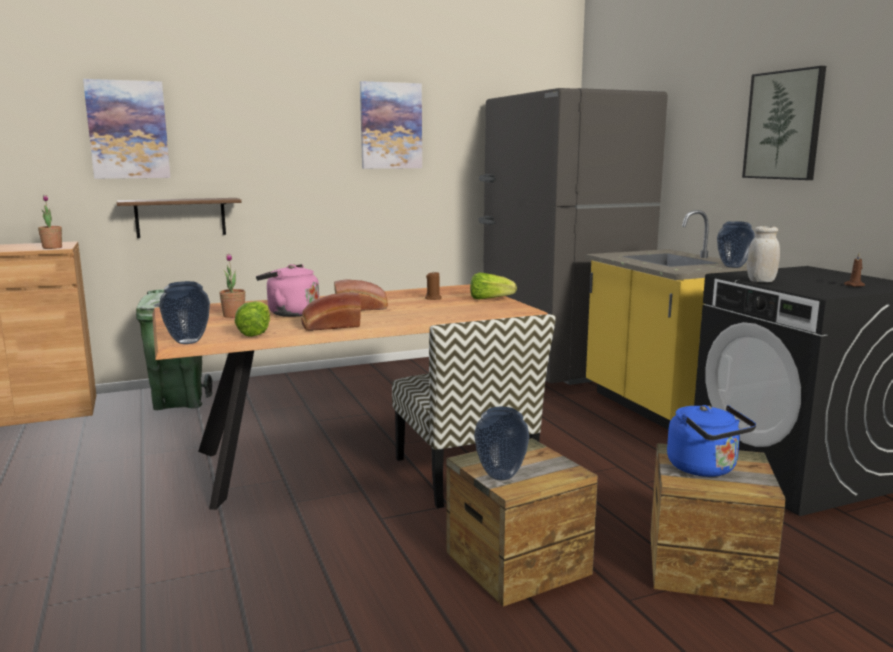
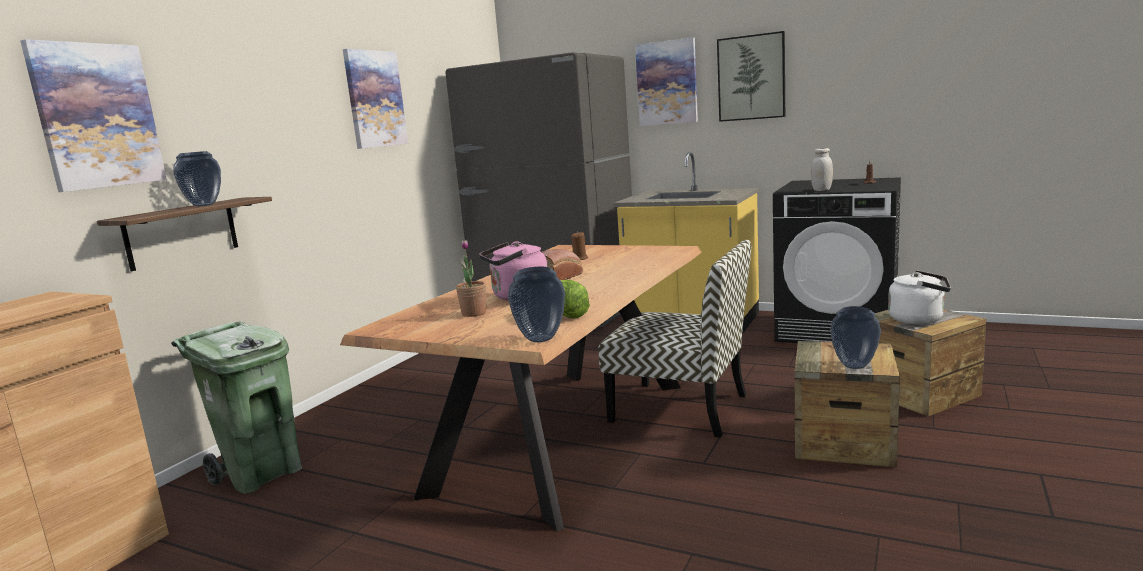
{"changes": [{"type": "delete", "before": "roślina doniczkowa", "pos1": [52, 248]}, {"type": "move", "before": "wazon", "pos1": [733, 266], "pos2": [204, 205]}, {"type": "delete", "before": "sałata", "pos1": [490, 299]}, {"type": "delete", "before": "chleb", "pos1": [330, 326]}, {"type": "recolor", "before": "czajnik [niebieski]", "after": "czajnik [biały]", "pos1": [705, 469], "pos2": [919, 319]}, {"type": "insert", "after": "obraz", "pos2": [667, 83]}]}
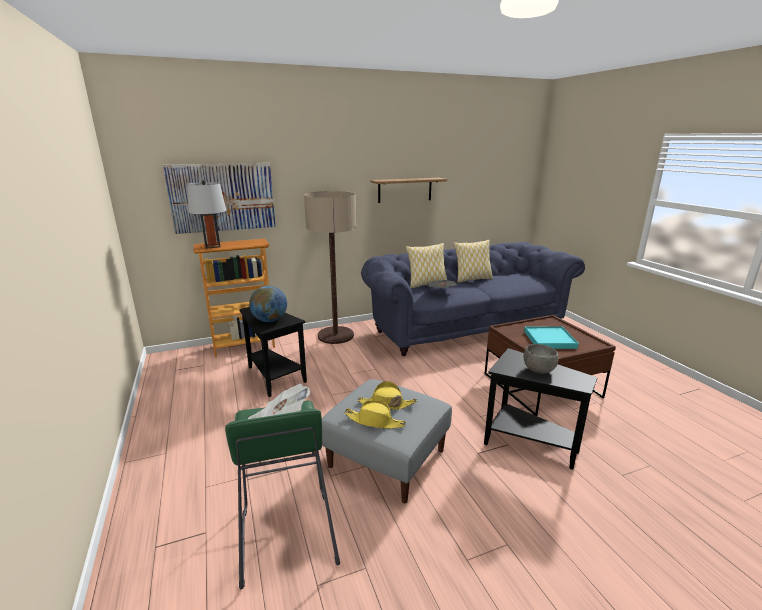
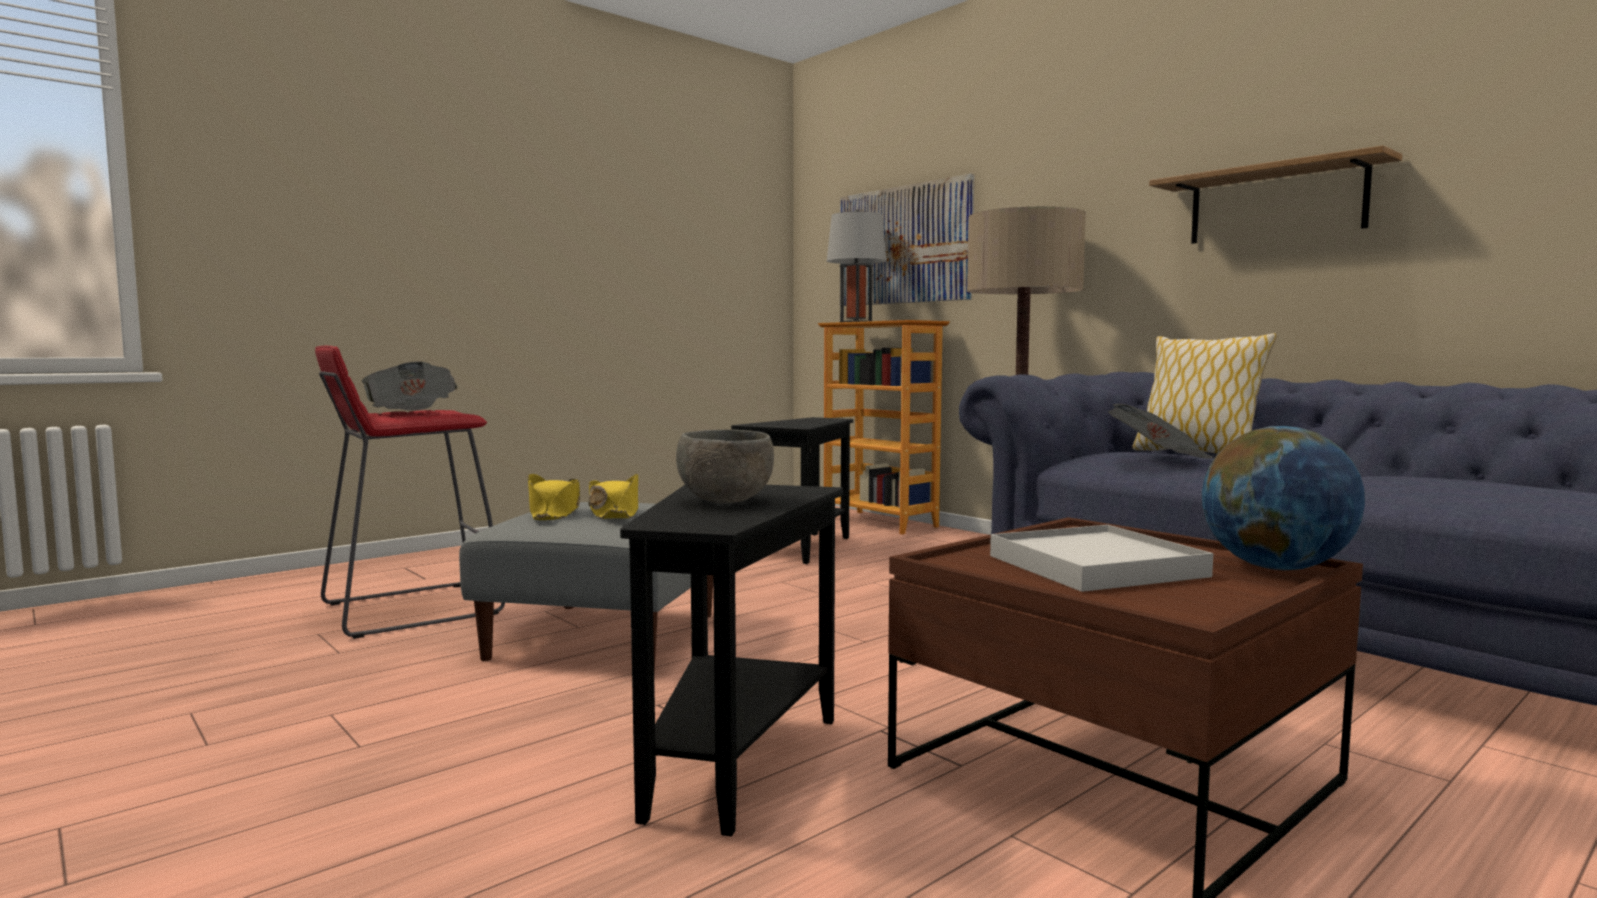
{"changes": [{"type": "delete", "before": "poduszka", "pos1": [472, 279]}, {"type": "move", "before": "globus", "pos1": [270, 320], "pos2": [1276, 568]}, {"type": "recolor", "before": "taca [turkusowy]", "after": "taca [biały]", "pos1": [549, 340], "pos2": [1095, 566]}, {"type": "recolor", "before": "stołek [zielony]", "after": "stołek [czerwony]", "pos1": [287, 537], "pos2": [410, 609]}]}
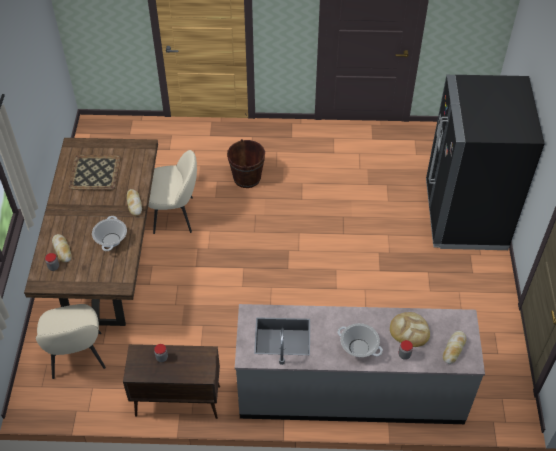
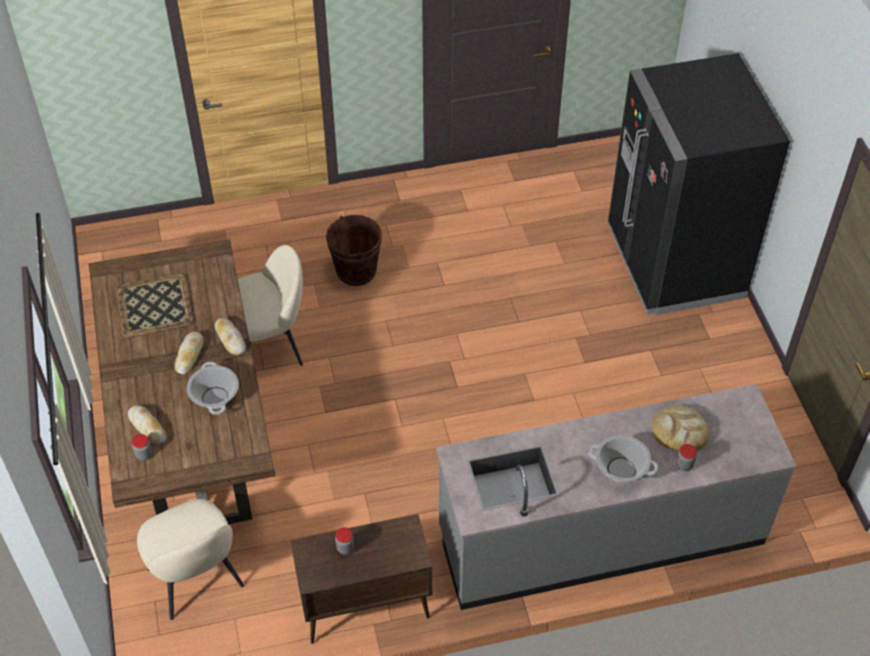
{"changes": [{"type": "move", "before": "chleb", "pos1": [453, 349], "pos2": [189, 355]}]}
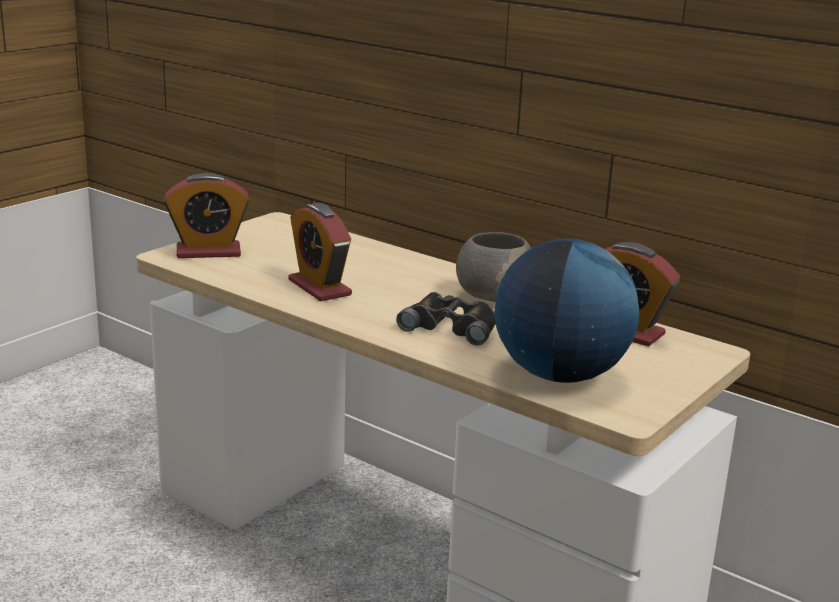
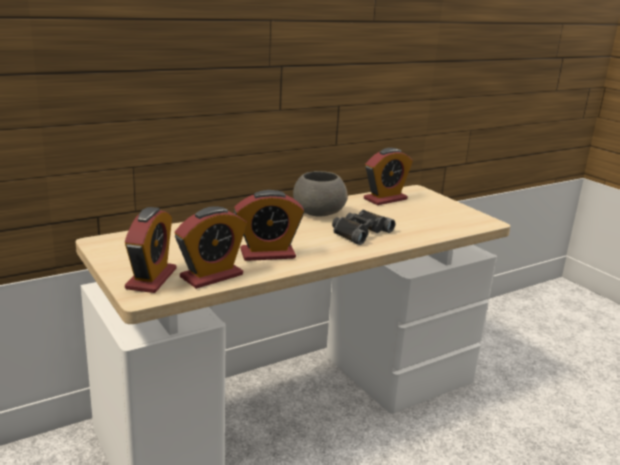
{"changes": [{"type": "delete", "before": "globus", "pos1": [560, 375]}, {"type": "insert", "after": "budzik", "pos2": [211, 276]}]}
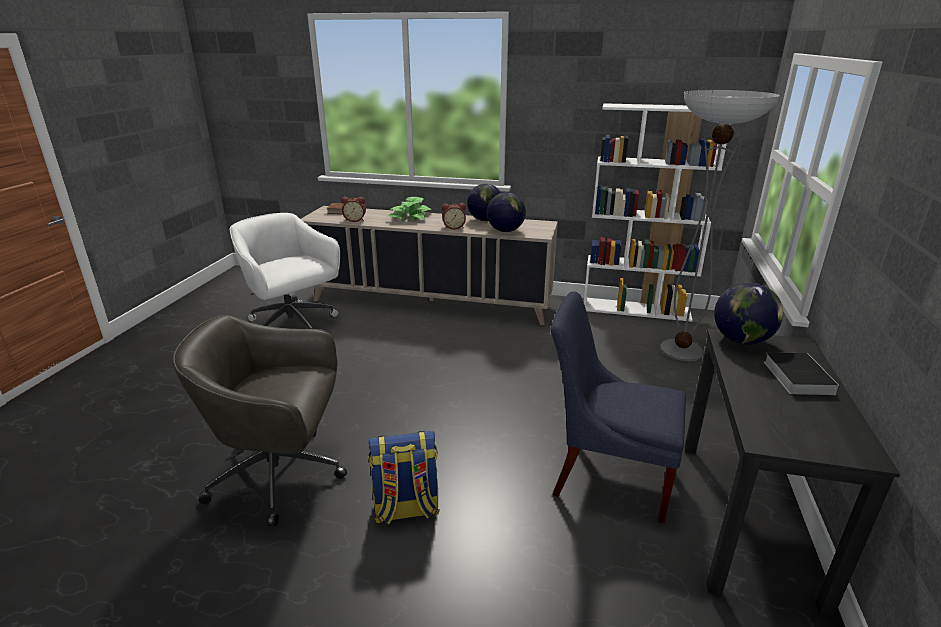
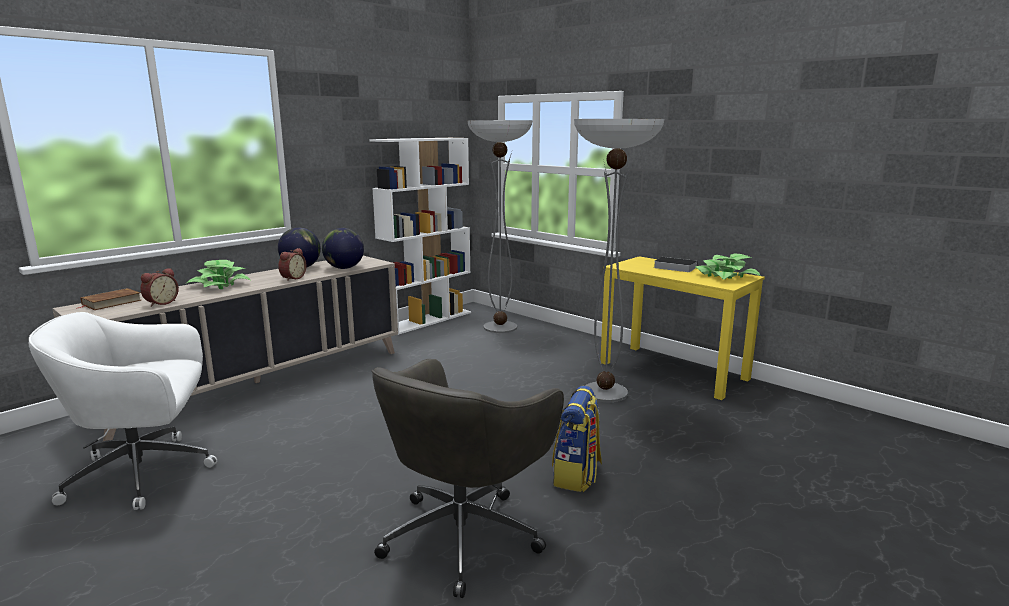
{"changes": [{"type": "delete", "before": "globus", "pos1": [741, 340]}, {"type": "replace", "before": "krzesło [niebieski]", "after": "lampa stojąca", "pos1": [606, 474], "pos2": [604, 392]}, {"type": "recolor", "before": "biurko [czarny]", "after": "biurko [żółty]", "pos1": [746, 518], "pos2": [673, 371]}, {"type": "insert", "after": "roślina doniczkowa", "pos2": [725, 276]}]}
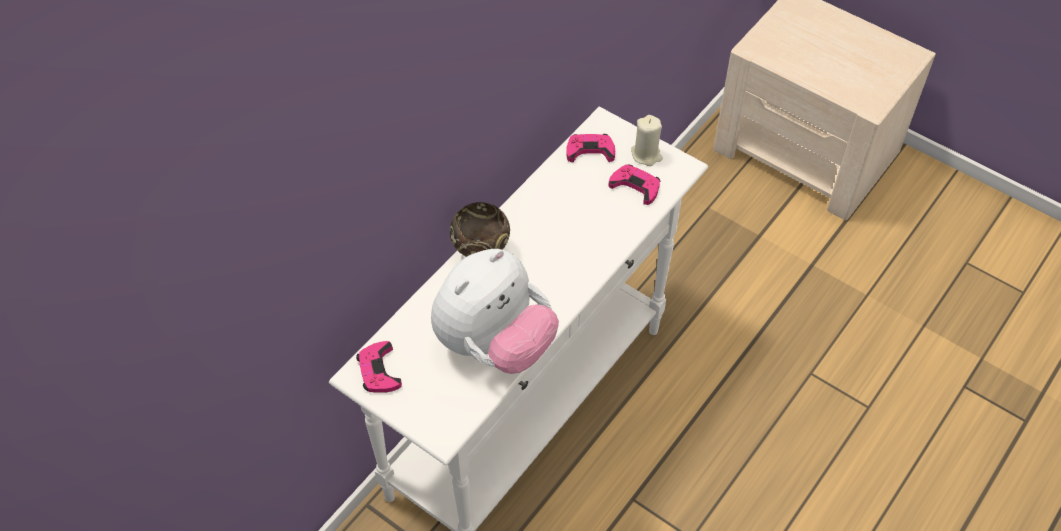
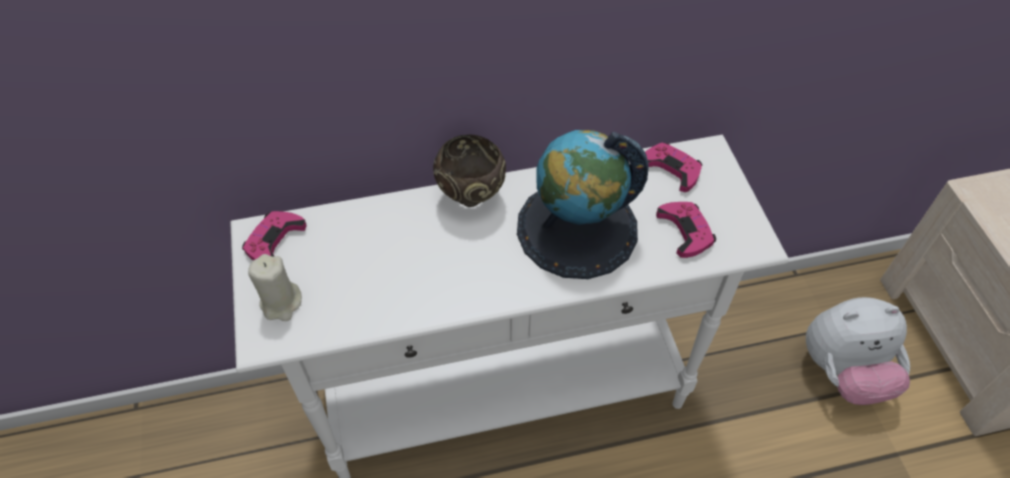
{"changes": [{"type": "move", "before": "świeca [beżowy]", "pos1": [646, 154], "pos2": [281, 303]}, {"type": "move", "before": "pluszak", "pos1": [494, 344], "pos2": [843, 371]}, {"type": "insert", "after": "globus", "pos2": [577, 229]}]}
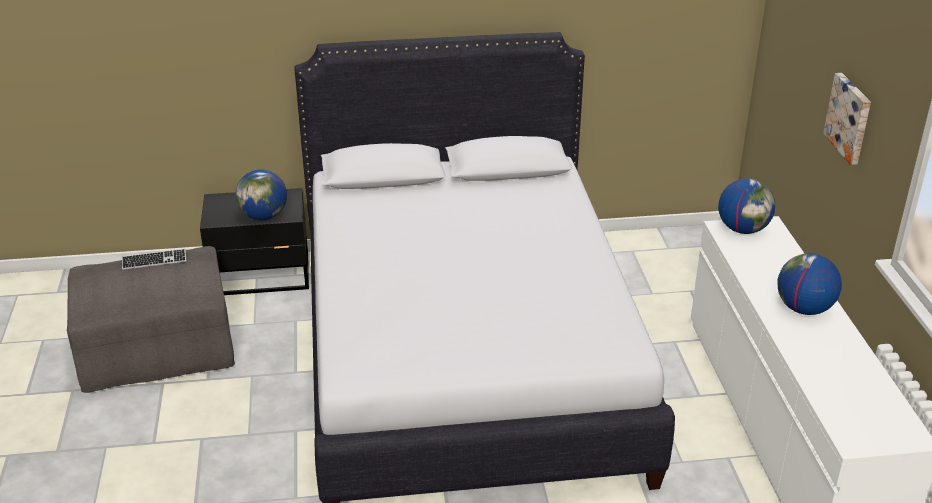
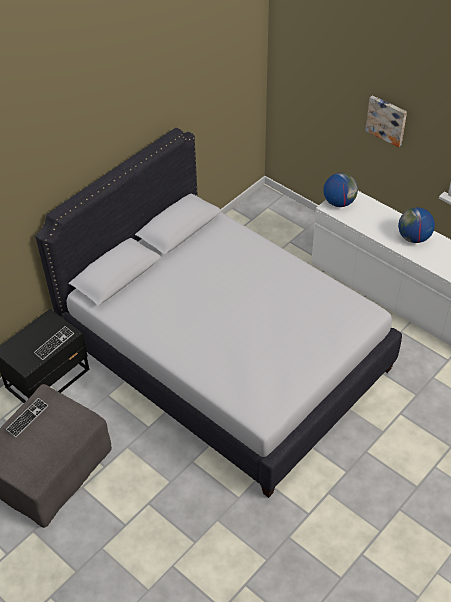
{"changes": [{"type": "replace", "before": "globus", "after": "klawiatura", "pos1": [264, 216], "pos2": [54, 344]}]}
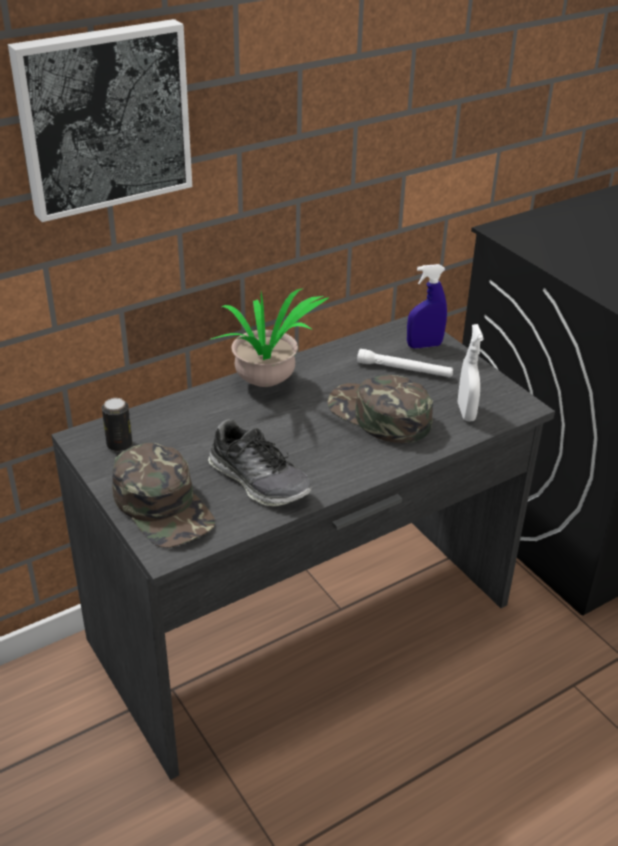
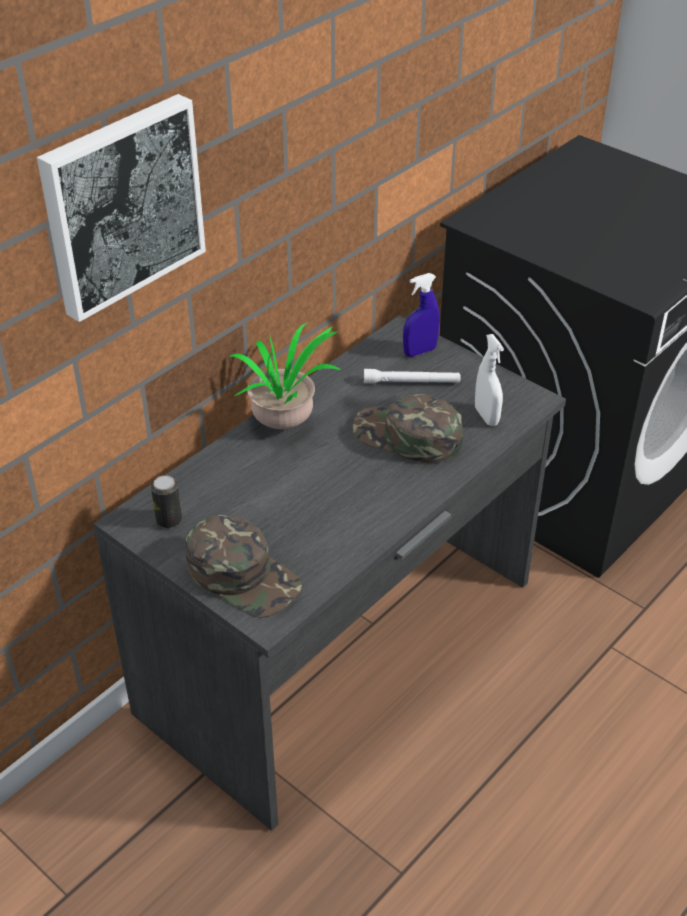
{"changes": [{"type": "delete", "before": "but", "pos1": [259, 480]}]}
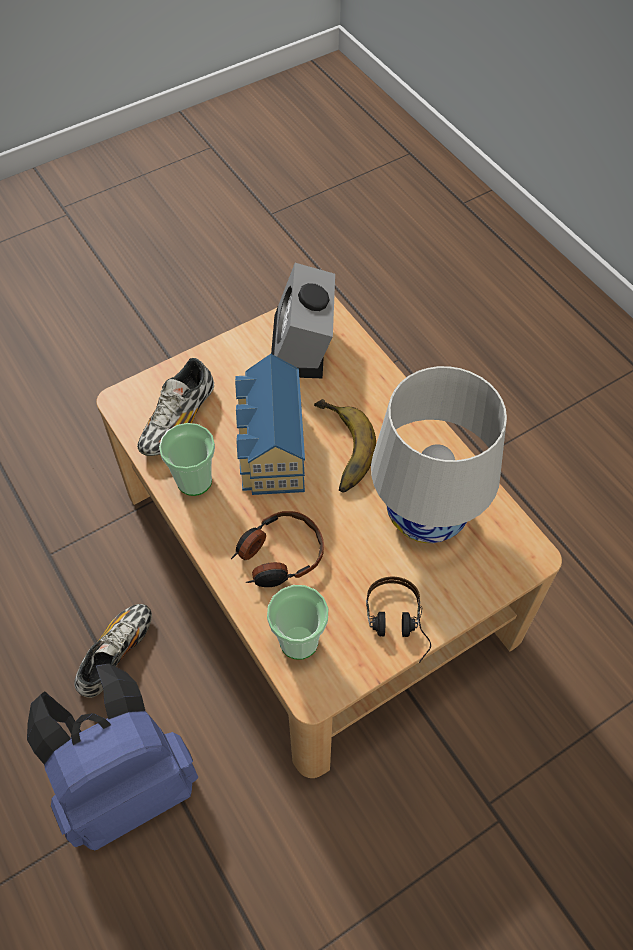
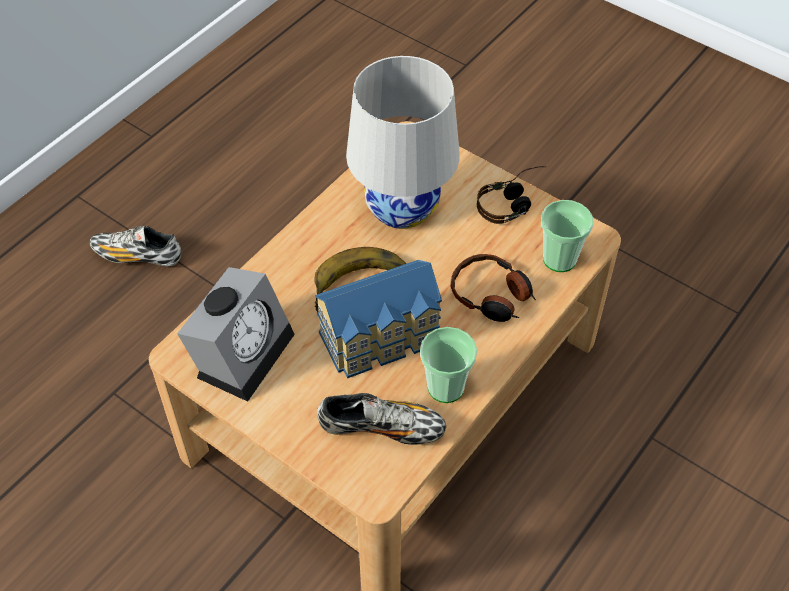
{"changes": [{"type": "rotate", "before": "budzik", "pos1": [302, 348], "pos2": [243, 351], "turn": -45}, {"type": "move", "before": "but", "pos1": [116, 654], "pos2": [137, 256]}, {"type": "delete", "before": "plecak [niebieski]", "pos1": [127, 782]}]}
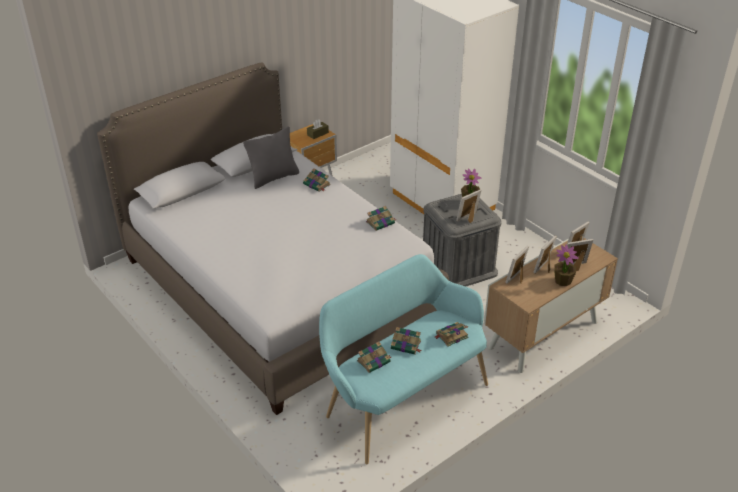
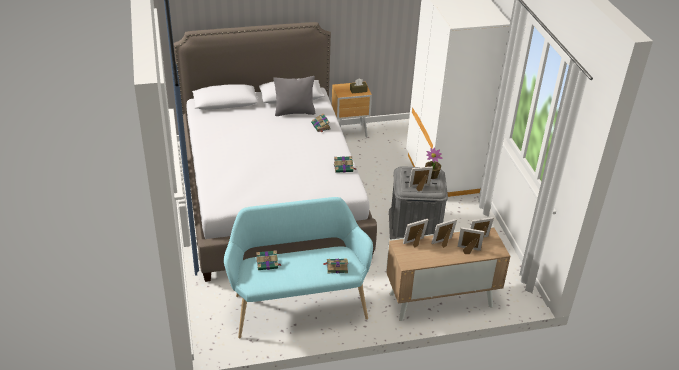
{"changes": [{"type": "delete", "before": "roślina doniczkowa", "pos1": [563, 281]}, {"type": "delete", "before": "książka", "pos1": [406, 345]}]}
